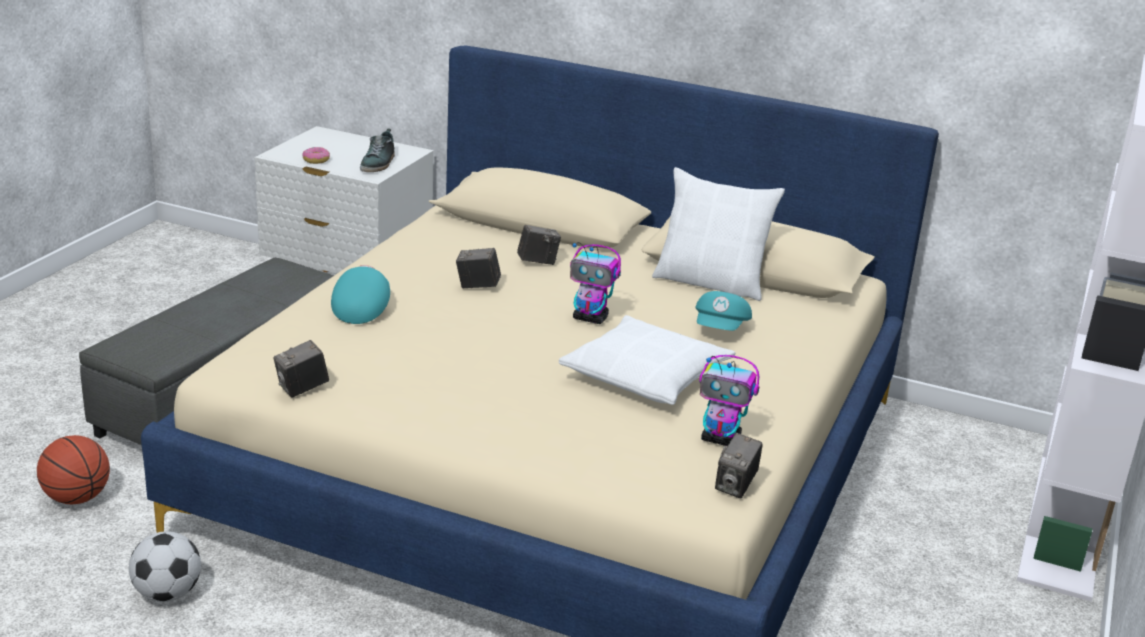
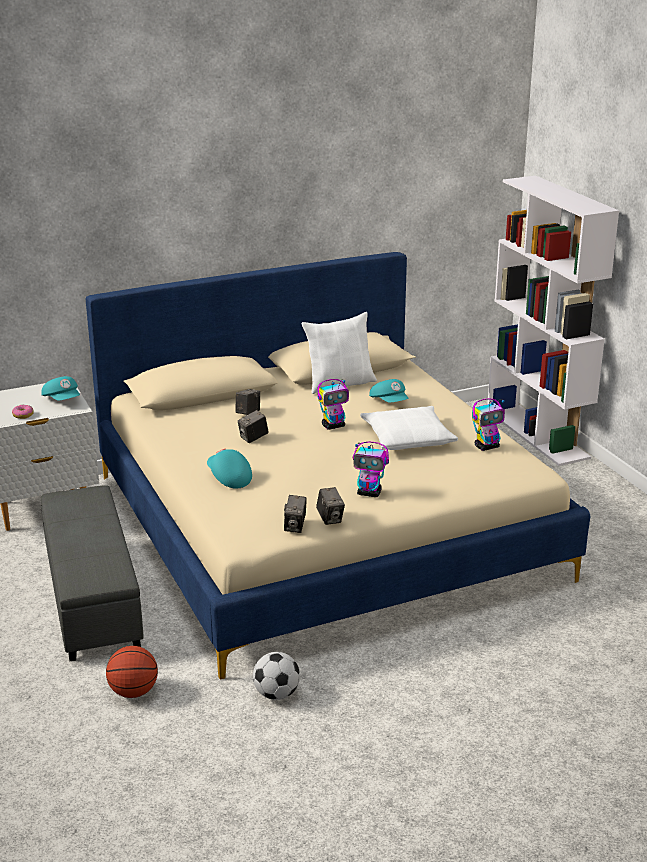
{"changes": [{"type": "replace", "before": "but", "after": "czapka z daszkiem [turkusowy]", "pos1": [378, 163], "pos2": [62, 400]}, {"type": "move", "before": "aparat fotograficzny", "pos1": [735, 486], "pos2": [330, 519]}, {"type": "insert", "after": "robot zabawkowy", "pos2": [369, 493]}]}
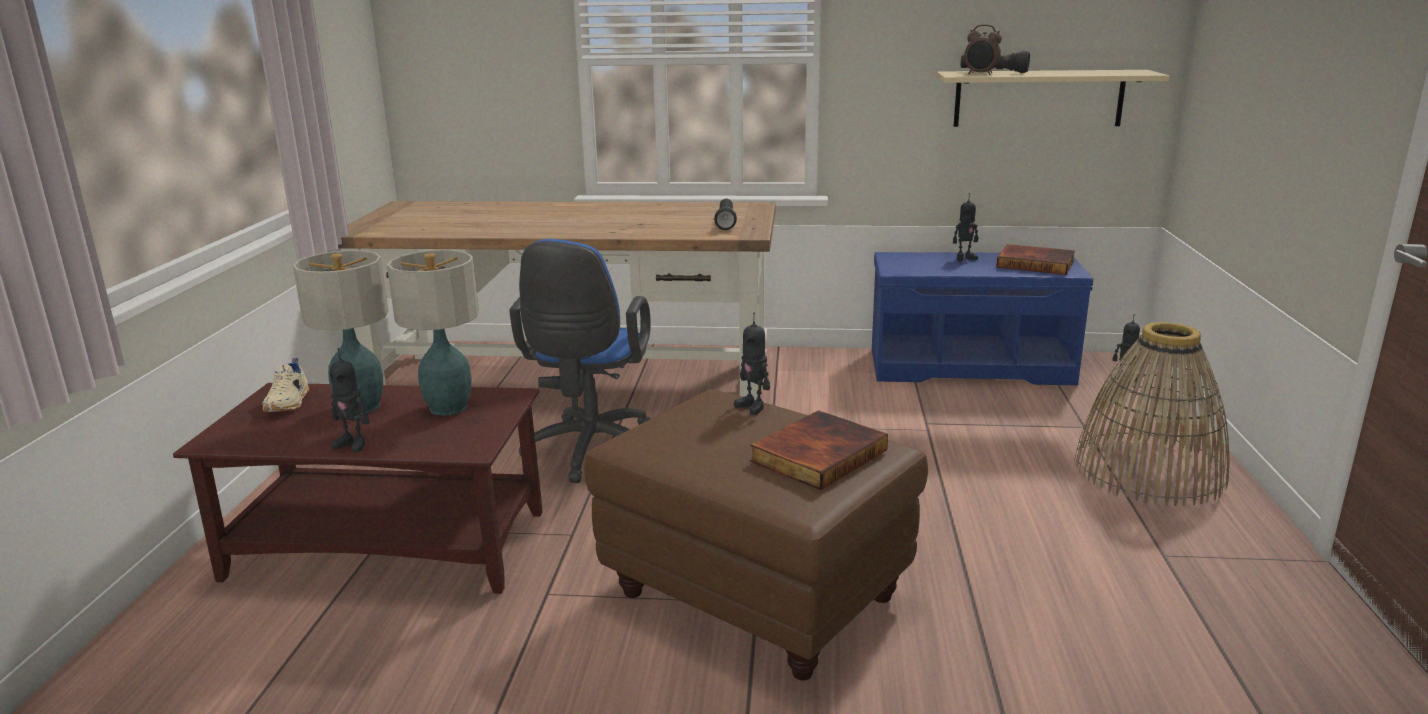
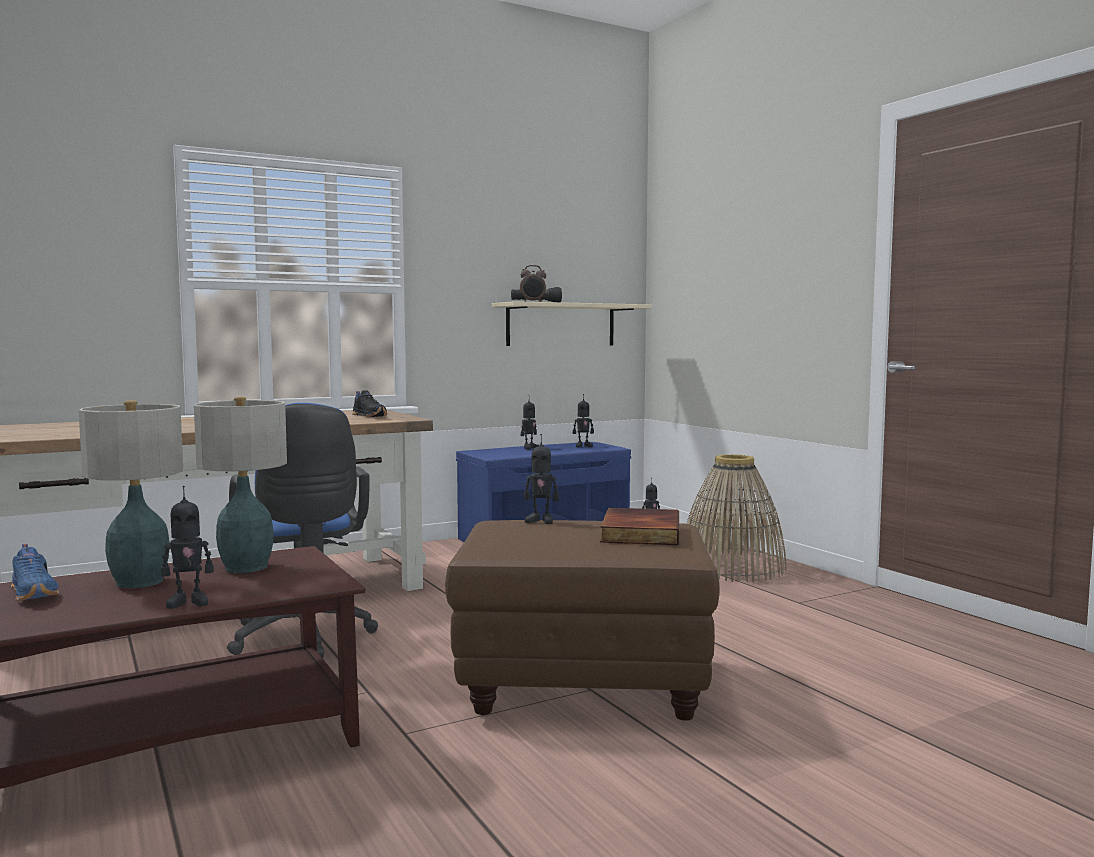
{"changes": [{"type": "replace", "before": "latarka [czarny]", "after": "but [czarny]", "pos1": [725, 222], "pos2": [370, 416]}, {"type": "replace", "before": "książka", "after": "robot zabawkowy", "pos1": [1036, 264], "pos2": [583, 446]}, {"type": "recolor", "before": "but [beżowy]", "after": "but [niebieski]", "pos1": [289, 403], "pos2": [35, 593]}]}
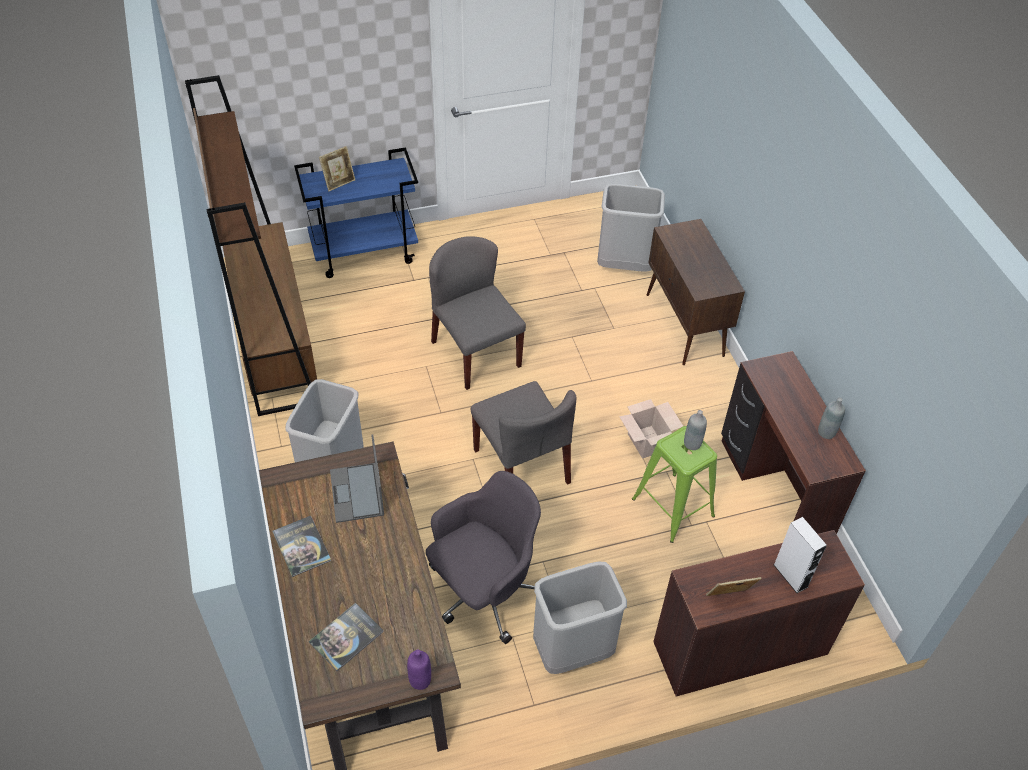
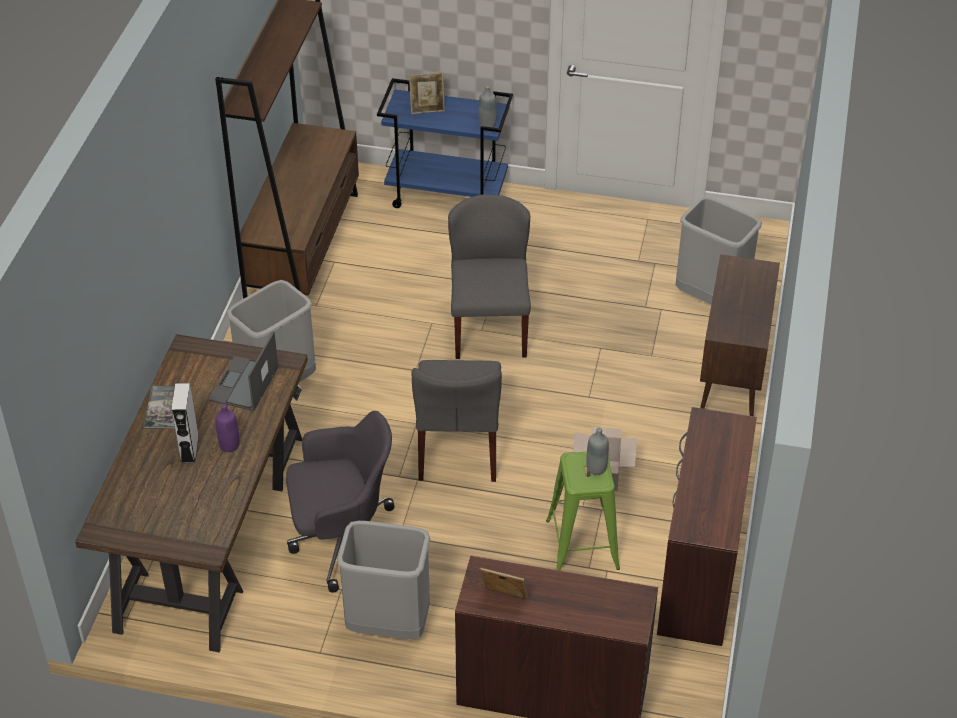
{"changes": [{"type": "move", "before": "butelka [szary]", "pos1": [826, 432], "pos2": [487, 125]}, {"type": "move", "before": "głośnik [biały]", "pos1": [790, 575], "pos2": [189, 449]}, {"type": "delete", "before": "książka", "pos1": [346, 637]}, {"type": "move", "before": "butelka [fioletowy]", "pos1": [420, 680], "pos2": [229, 445]}]}
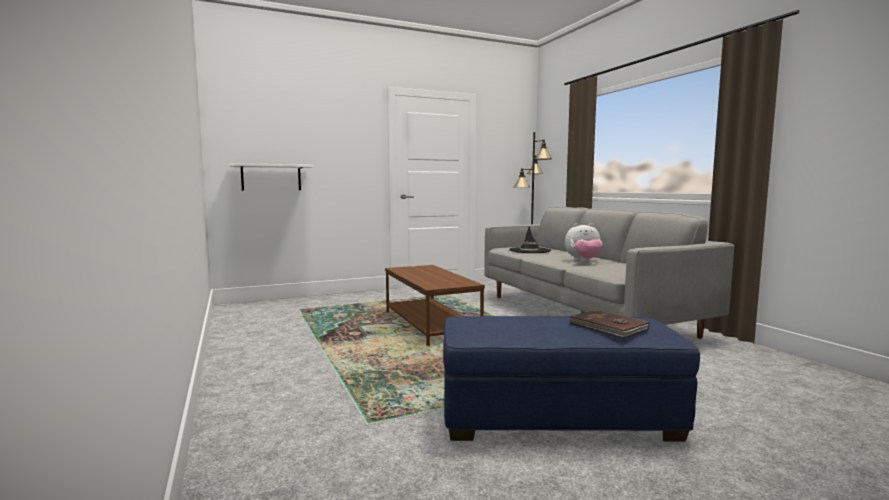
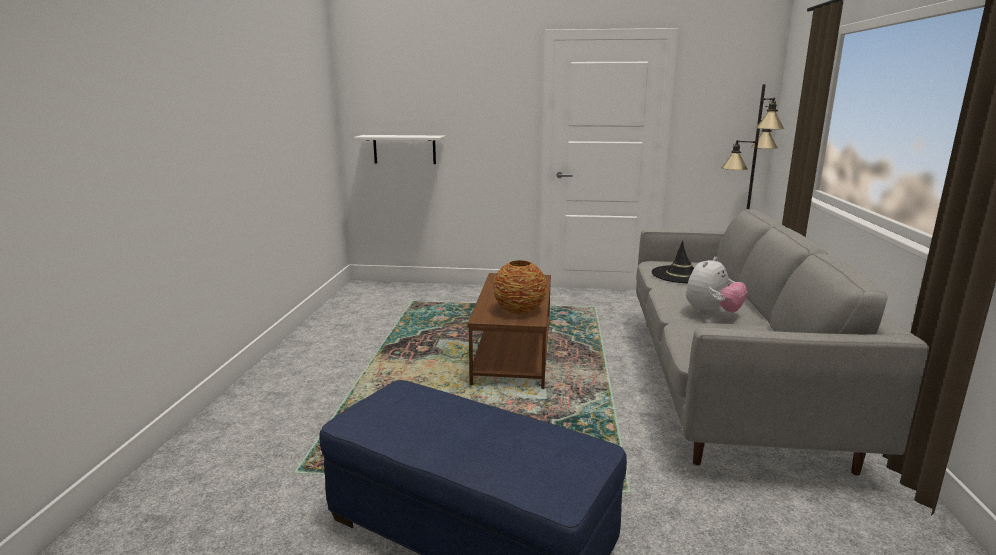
{"changes": [{"type": "rotate", "before": "pluszak", "pos1": [583, 261], "pos2": [712, 313], "turn": -75}, {"type": "delete", "before": "książka [brązowy]", "pos1": [608, 327]}, {"type": "insert", "after": "wazon", "pos2": [519, 310]}]}
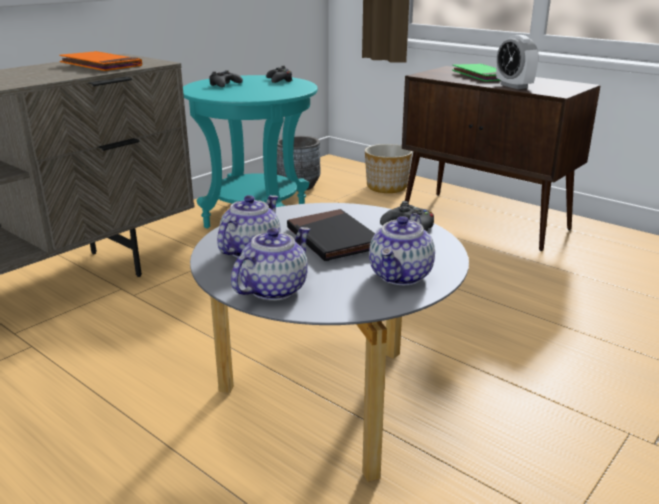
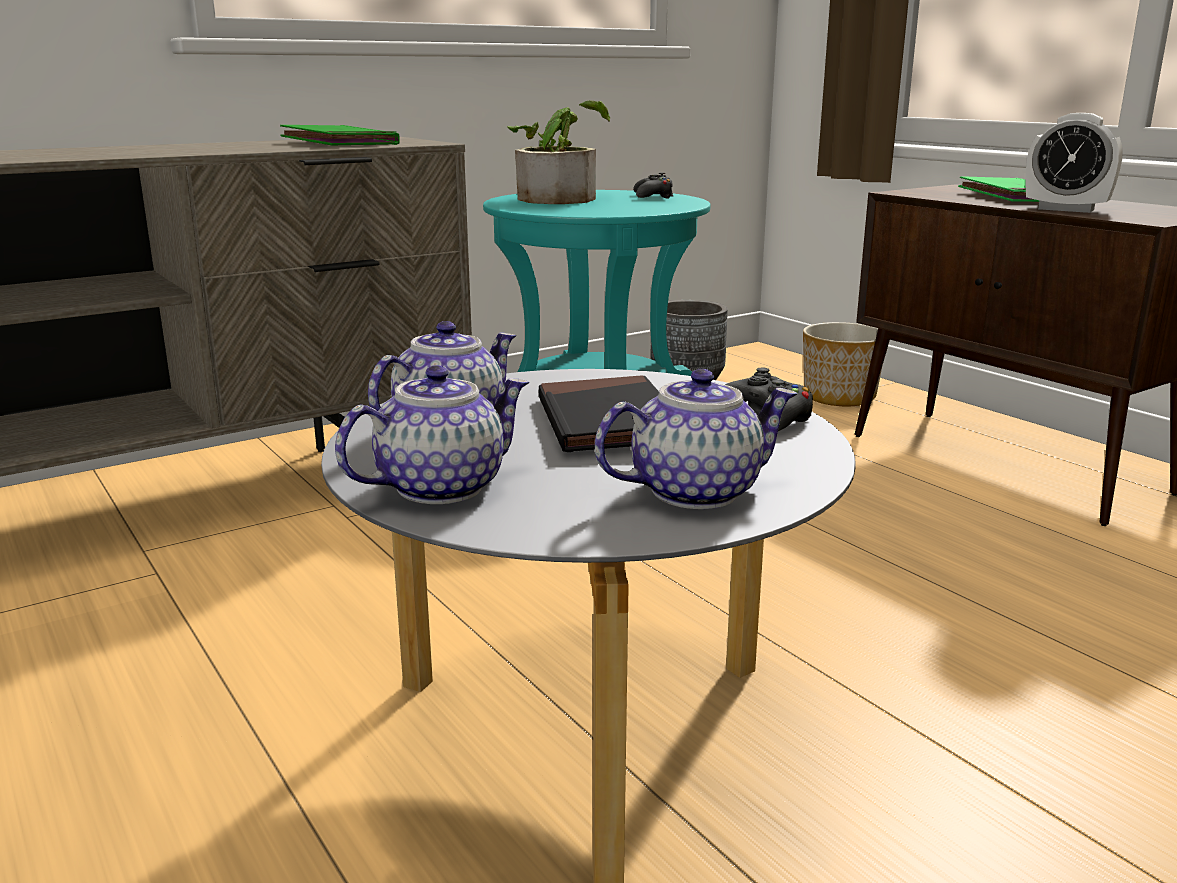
{"changes": [{"type": "rotate", "before": "budzik", "pos1": [514, 86], "pos2": [1066, 209], "turn": -45}, {"type": "recolor", "before": "książka [pomarańczowy]", "after": "książka [zielony]", "pos1": [101, 65], "pos2": [339, 143]}, {"type": "replace", "before": "pad do gier [czarny]", "after": "roślina doniczkowa", "pos1": [224, 85], "pos2": [559, 198]}, {"type": "rotate", "before": "imbryk", "pos1": [401, 276], "pos2": [696, 491], "turn": -150}]}
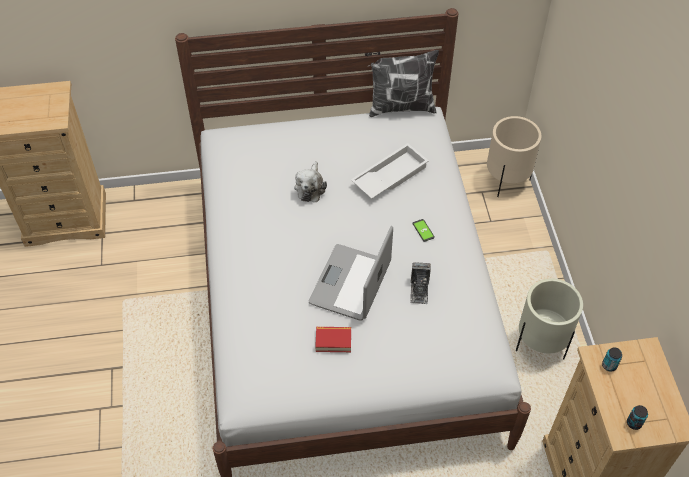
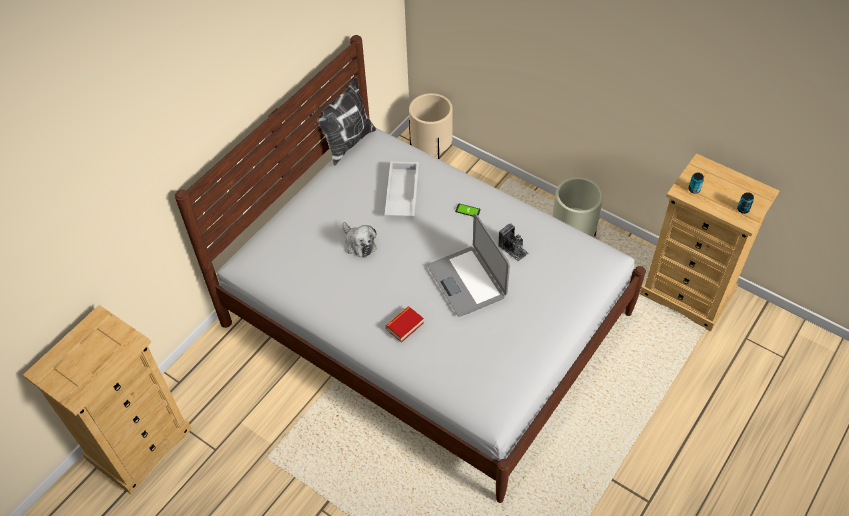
{"changes": [{"type": "move", "before": "książka", "pos1": [333, 341], "pos2": [404, 326]}]}
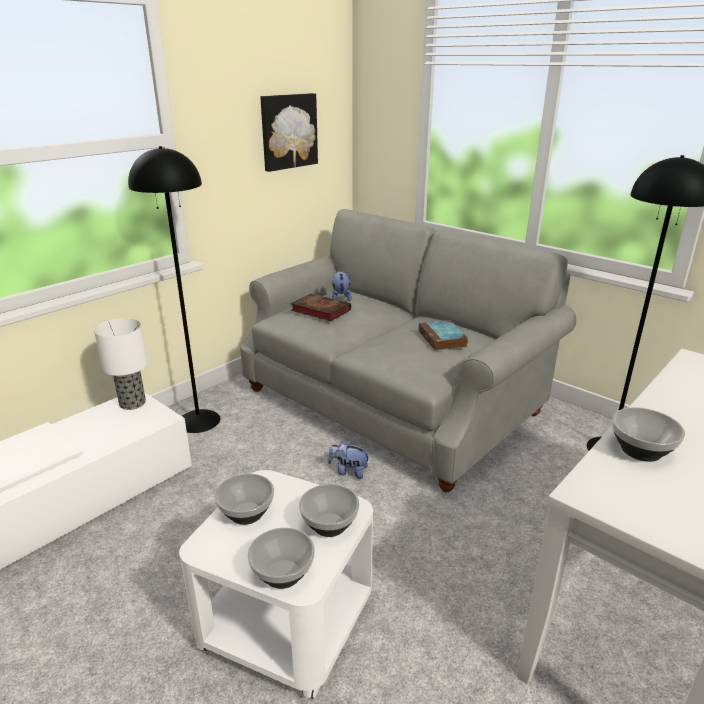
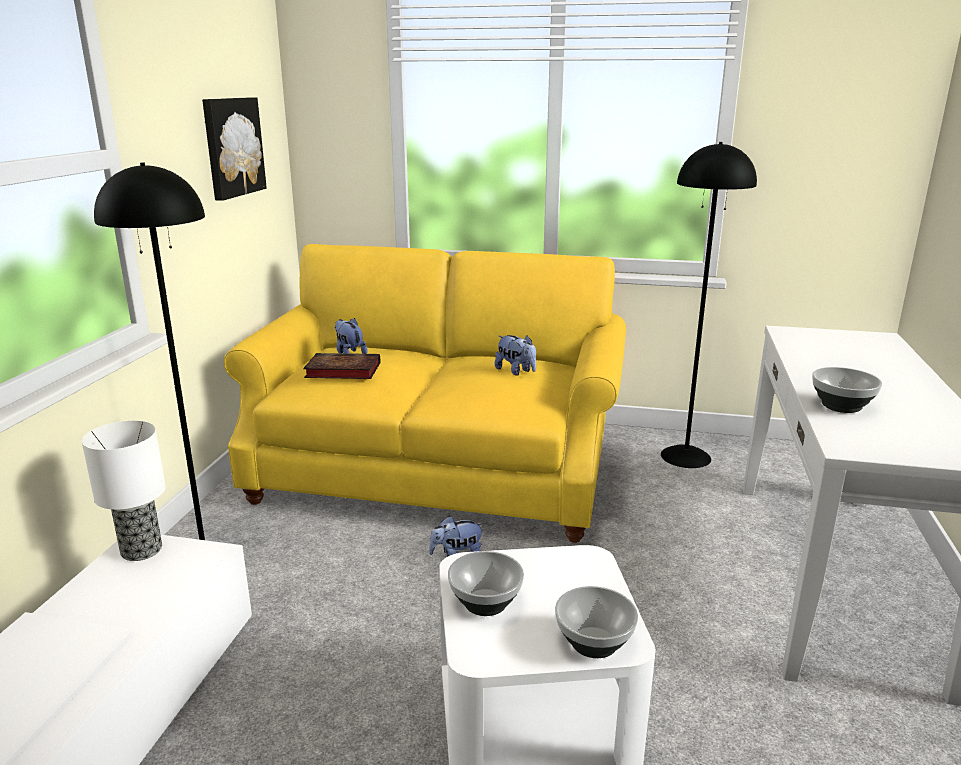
{"changes": [{"type": "recolor", "before": "kanapa [szary]", "after": "kanapa [żółty]", "pos1": [392, 401], "pos2": [437, 470]}, {"type": "replace", "before": "książka", "after": "pluszak", "pos1": [443, 339], "pos2": [516, 371]}, {"type": "delete", "before": "miska", "pos1": [330, 526]}]}
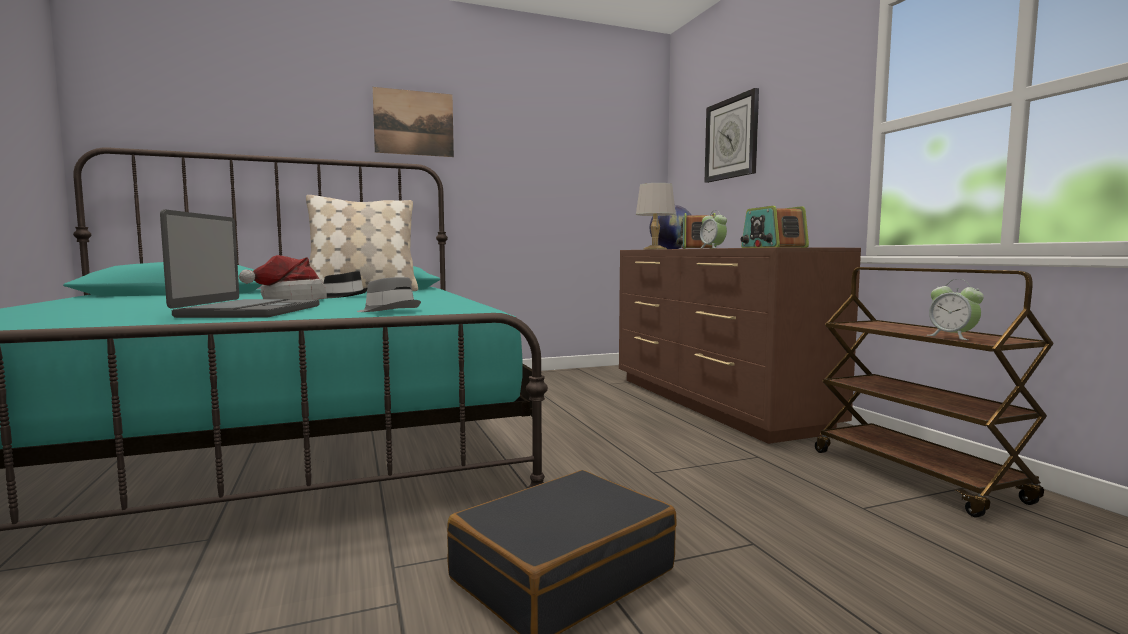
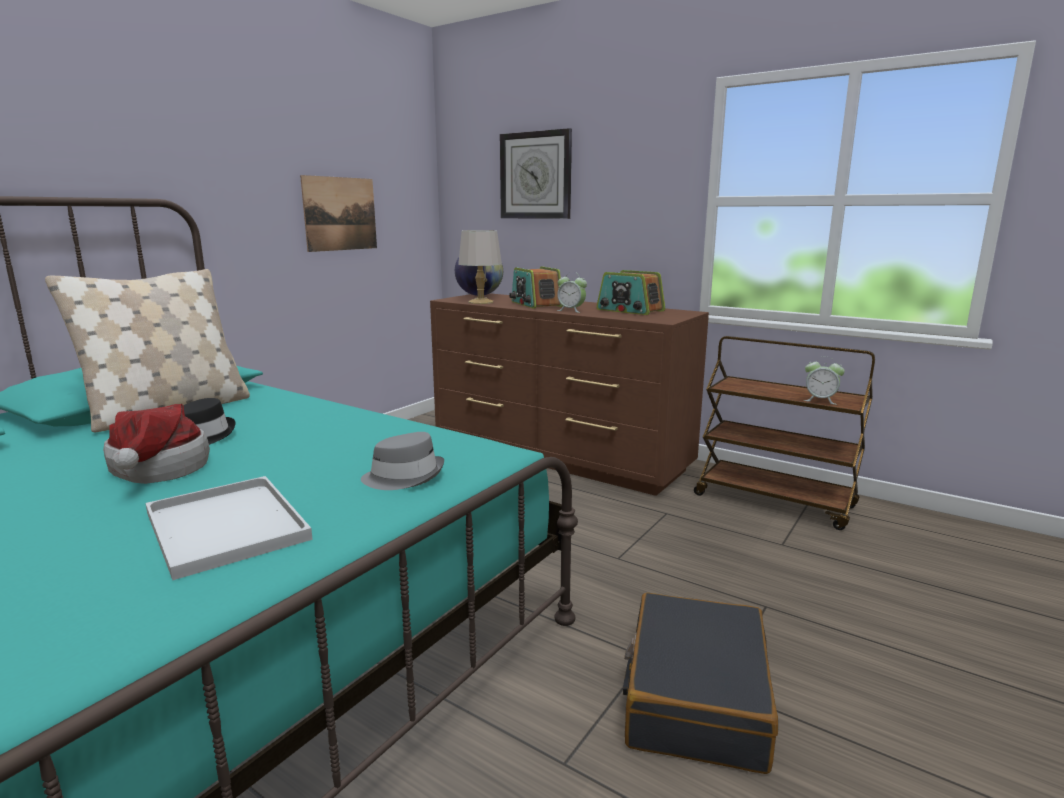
{"changes": [{"type": "move", "before": "obraz", "pos1": [414, 123], "pos2": [340, 214]}, {"type": "replace", "before": "laptop", "after": "taca [biały]", "pos1": [249, 311], "pos2": [223, 525]}]}
